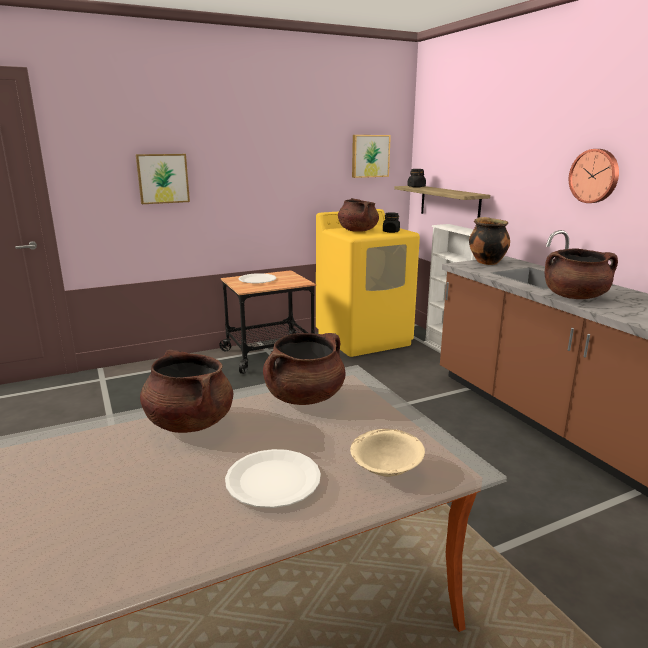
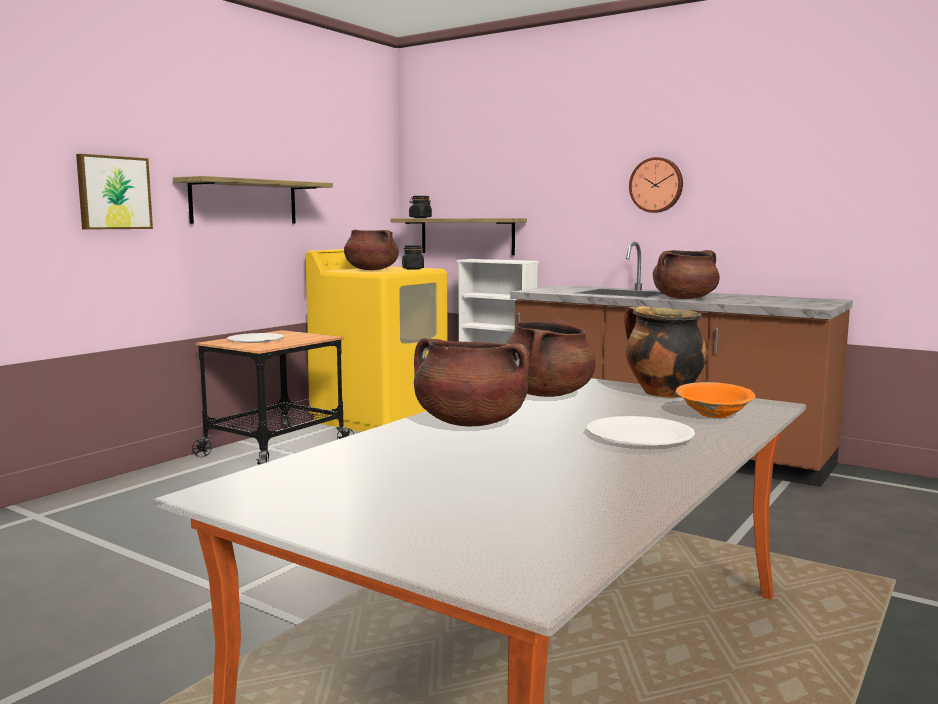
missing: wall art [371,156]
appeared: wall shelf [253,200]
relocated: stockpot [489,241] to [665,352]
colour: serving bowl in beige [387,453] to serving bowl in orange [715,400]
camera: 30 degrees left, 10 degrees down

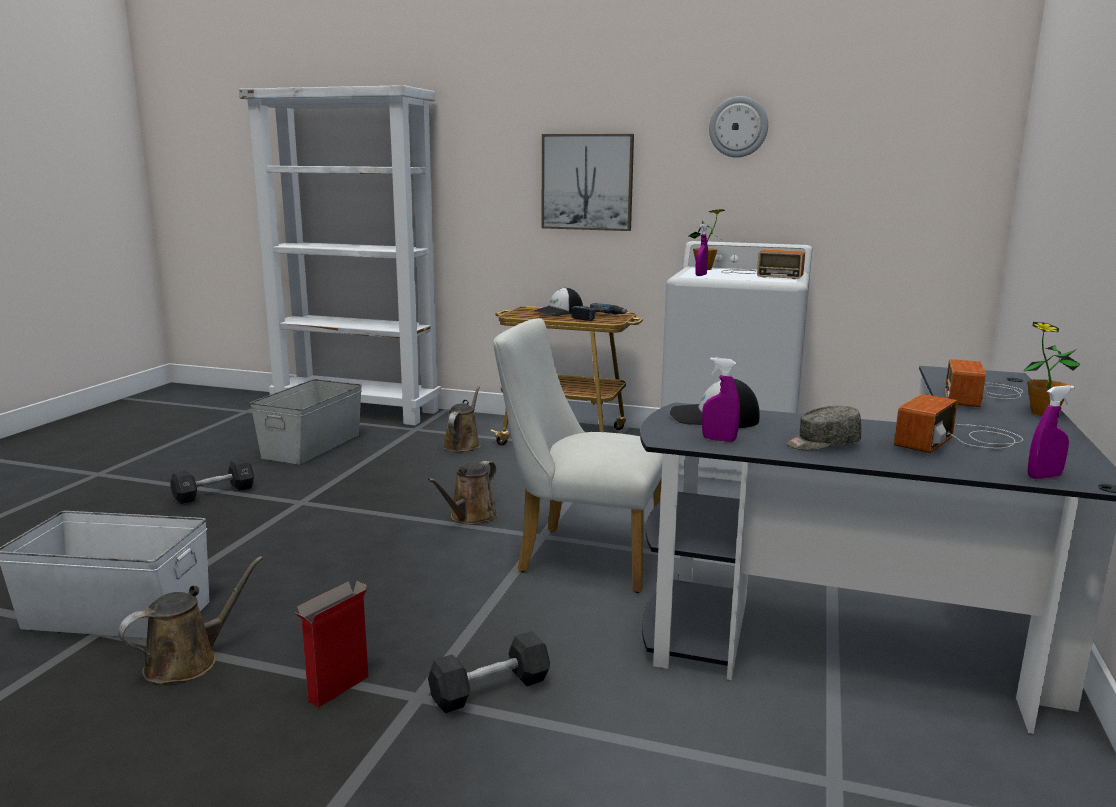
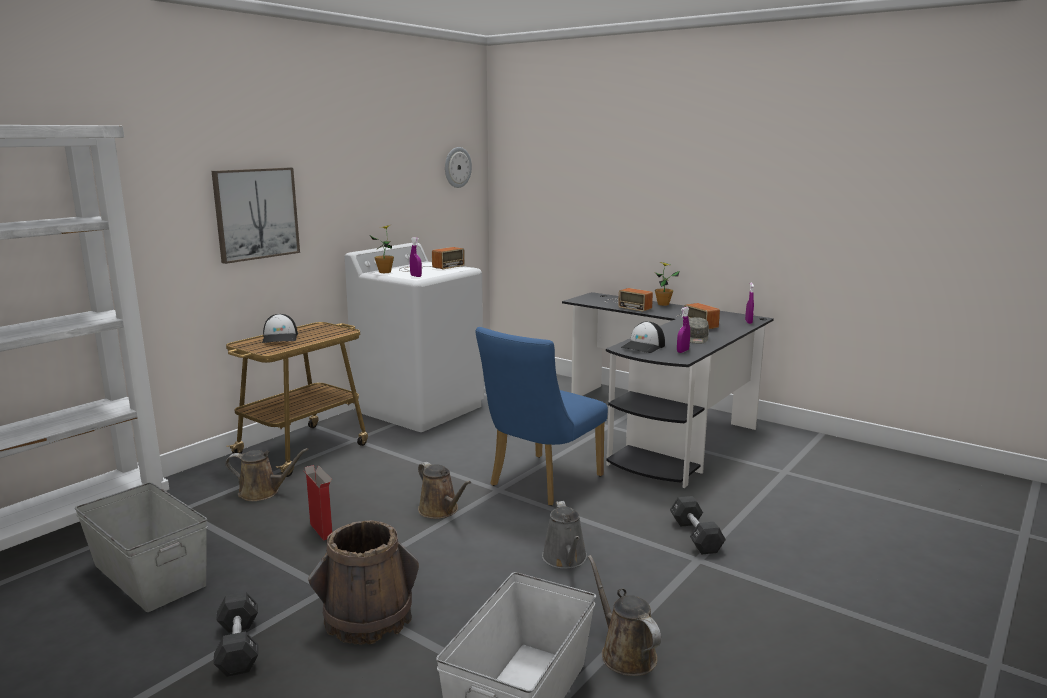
missing: power drill [599,312]
appeared: watering can in greyish [564,535]; water bucket in brownish [363,582]
relocated: wall clock [738,127] to [458,167]; carton [331,644] to [317,503]
colour: plain chair in white-coloured [578,455] to plain chair in blue [541,416]
spun: watering can in brownish [462,419] = [267,474] 150 degrees clockwise
camera: 70 degrees left, 0 degrees up

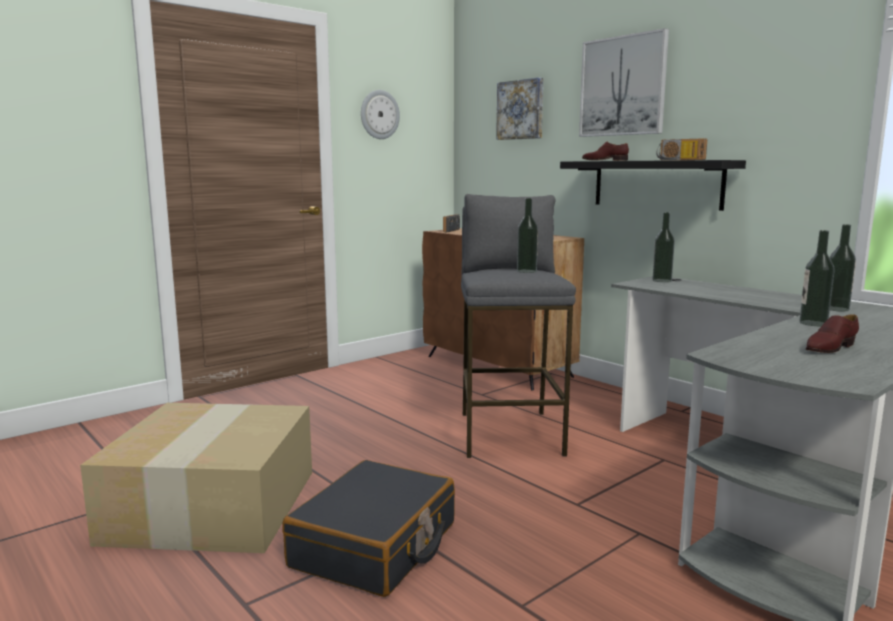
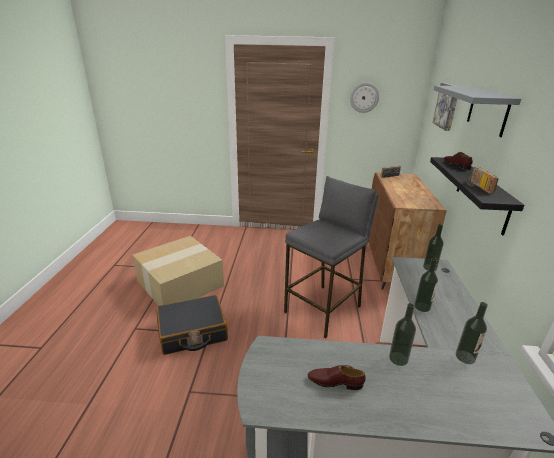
relocated: beverage bottle [527,235] to [426,285]
exchanged: wall art [624,82] to wall shelf in greyish [477,111]
camera: 45 degrees right, 15 degrees up

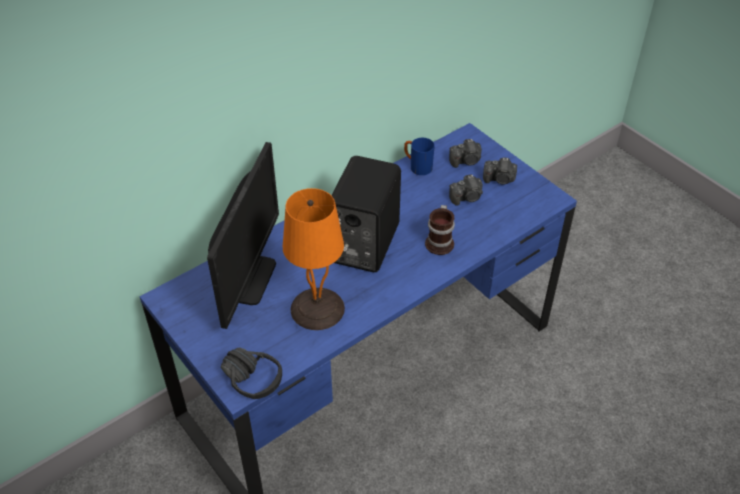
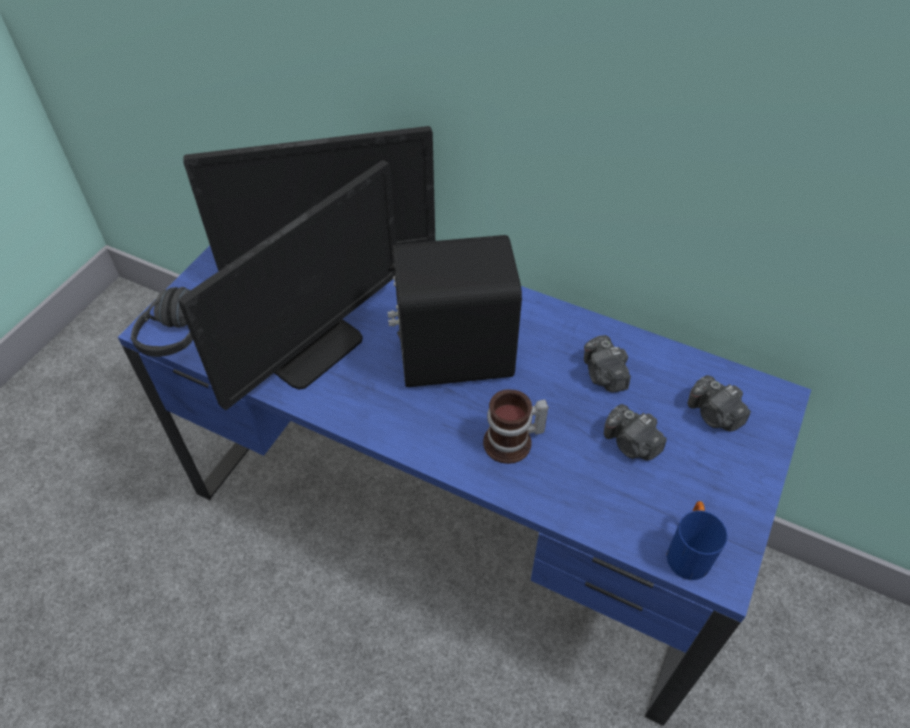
relocated: mug in blue [419,156] to [697,540]; still camera [500,171] to [607,364]
exchanged: lamp for a table in orange [314,259] to computer screen [287,285]
camera: 65 degrees right, 5 degrees up

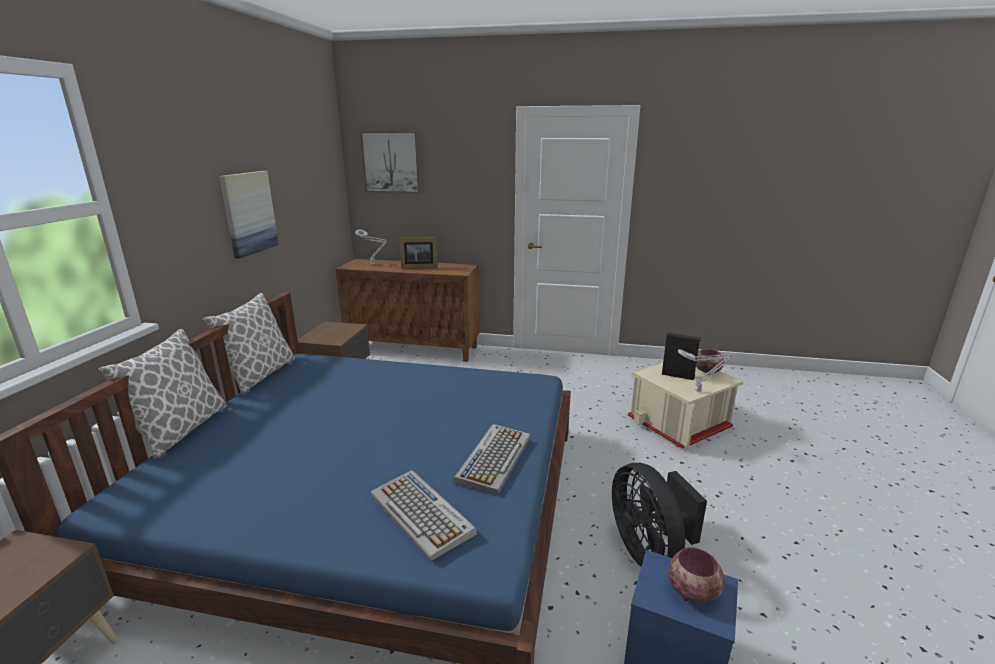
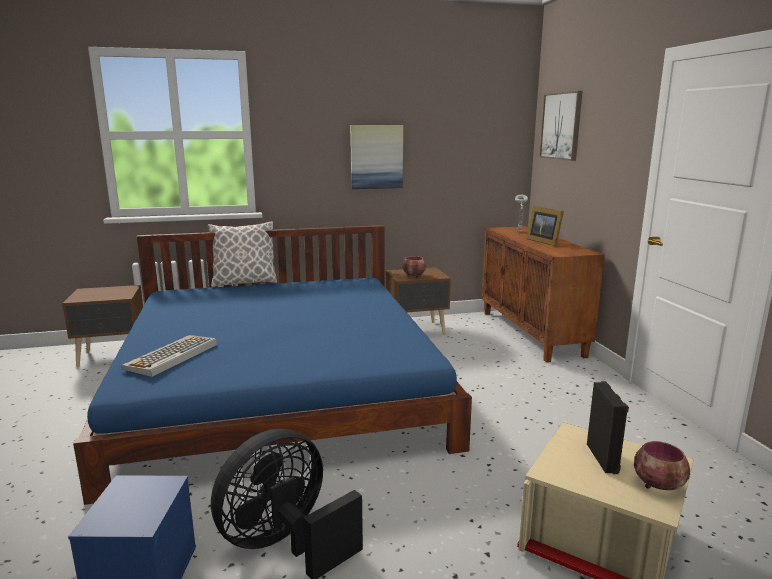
missing: pillow [249,343]; lamp for a table in greyish [705,370]; computer keyboard [492,459]
relocated: serving bowl [696,575] to [414,266]
camera: 65 degrees right, 5 degrees down

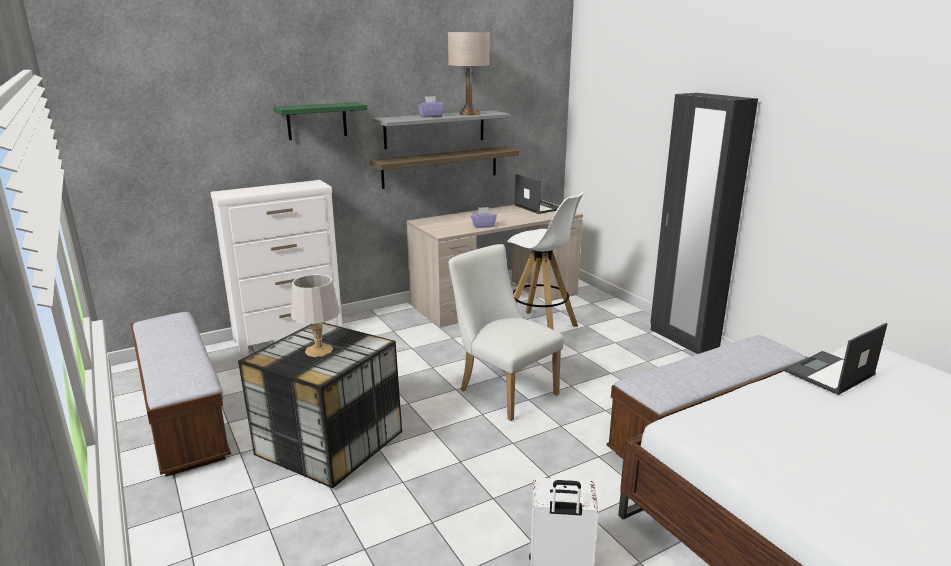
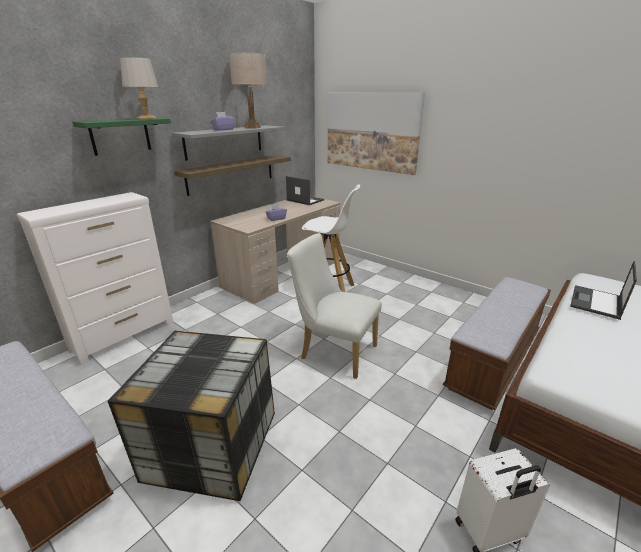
missing: wardrobe in black [704,223]
appeared: wall art [376,134]
relocated: lamp for a table in greyish [315,315] to [139,88]
camera: 20 degrees left, 5 degrees up

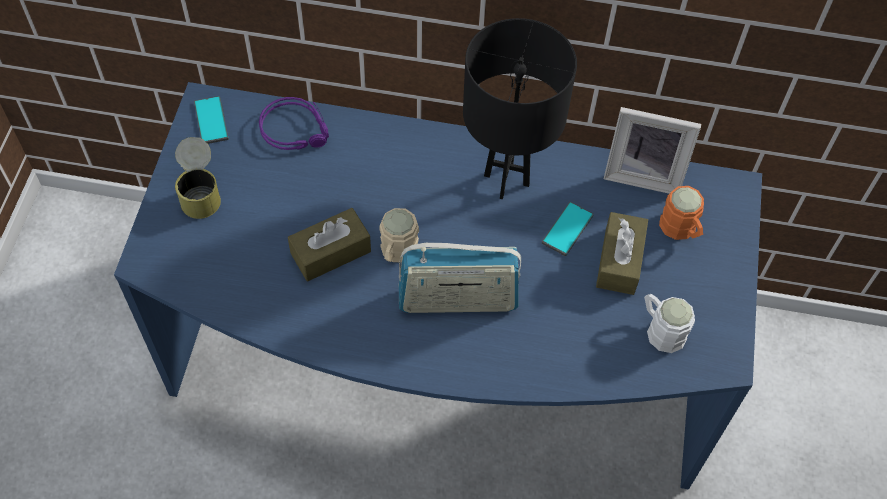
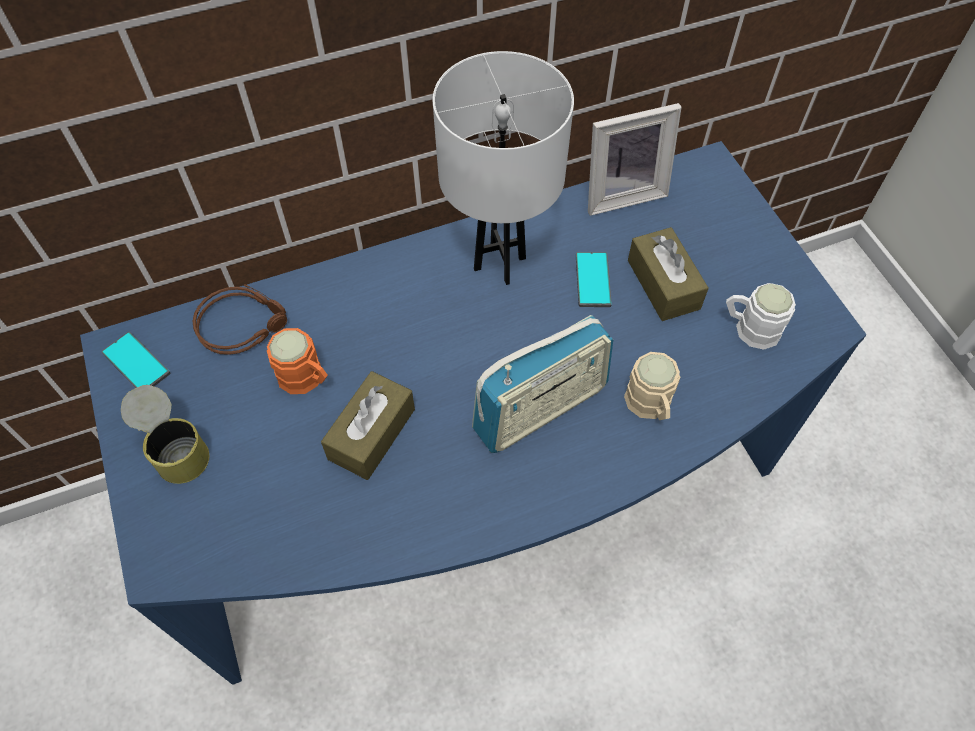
relocated: mug in orange [681,213] to [297,361]; mug in beige [399,235] to [652,386]
colour: lamp for a table in black [520,108] to lamp for a table in white-coloured [503,168]; pair of headphones in purplish [294,123] to pair of headphones in brownish [240,319]
camera: 30 degrees left, 0 degrees up

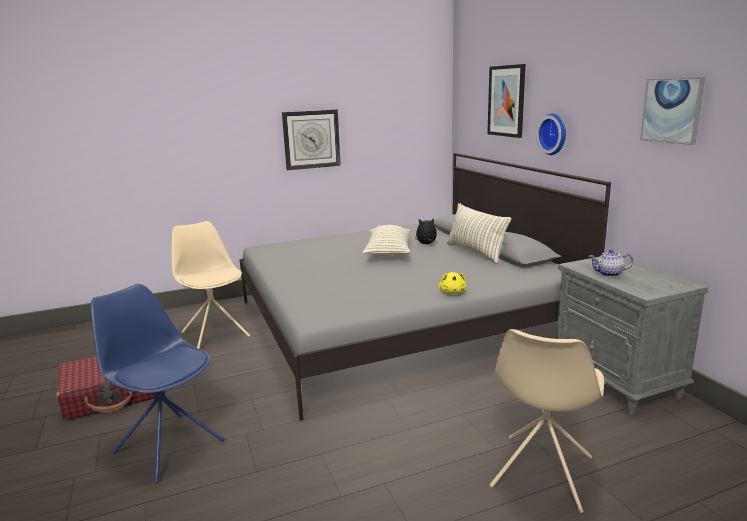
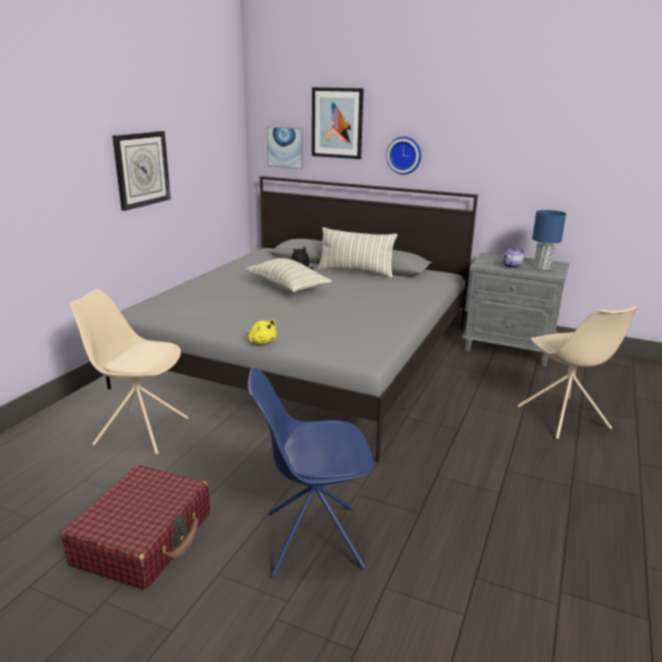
appeared: lamp for a table in blue [549,240]
relocated: wall art [672,111] to [285,147]; plush toy in yellow-coloured [452,283] to [261,331]
camera: 45 degrees left, 5 degrees up

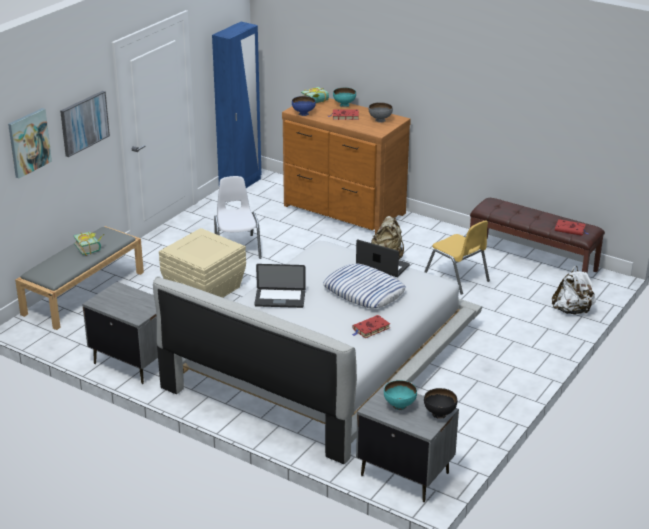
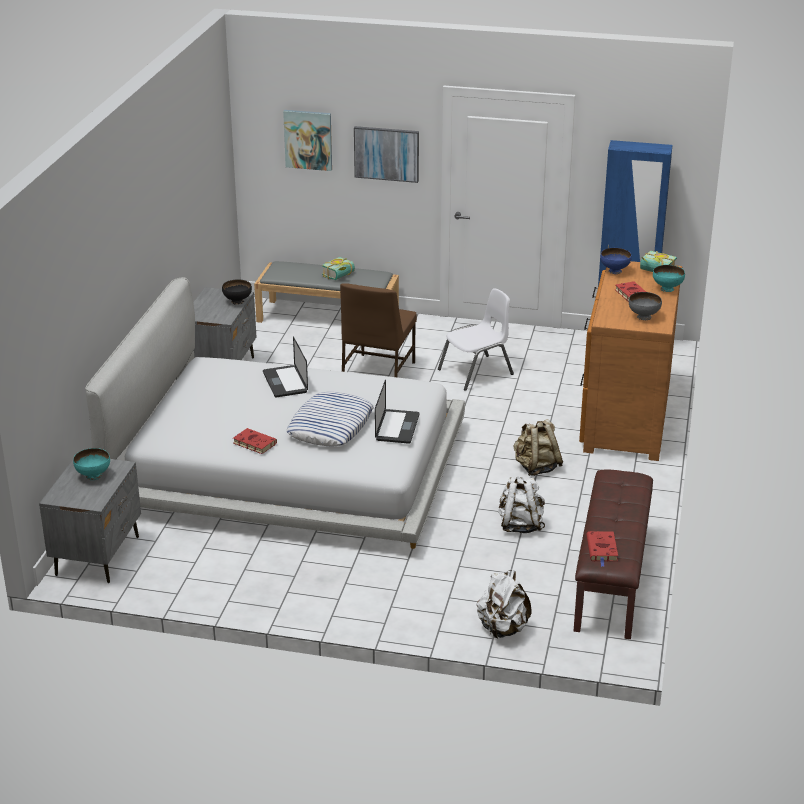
relocated: serving bowl in black [440,403] to [237,292]
exchanged: plain chair in yellow-coloured [457,257] to rucksack in white-coloured [521,504]; storage bin in beige [202,263] to plain chair in brownish [378,330]
camera: 70 degrees right, 0 degrees up

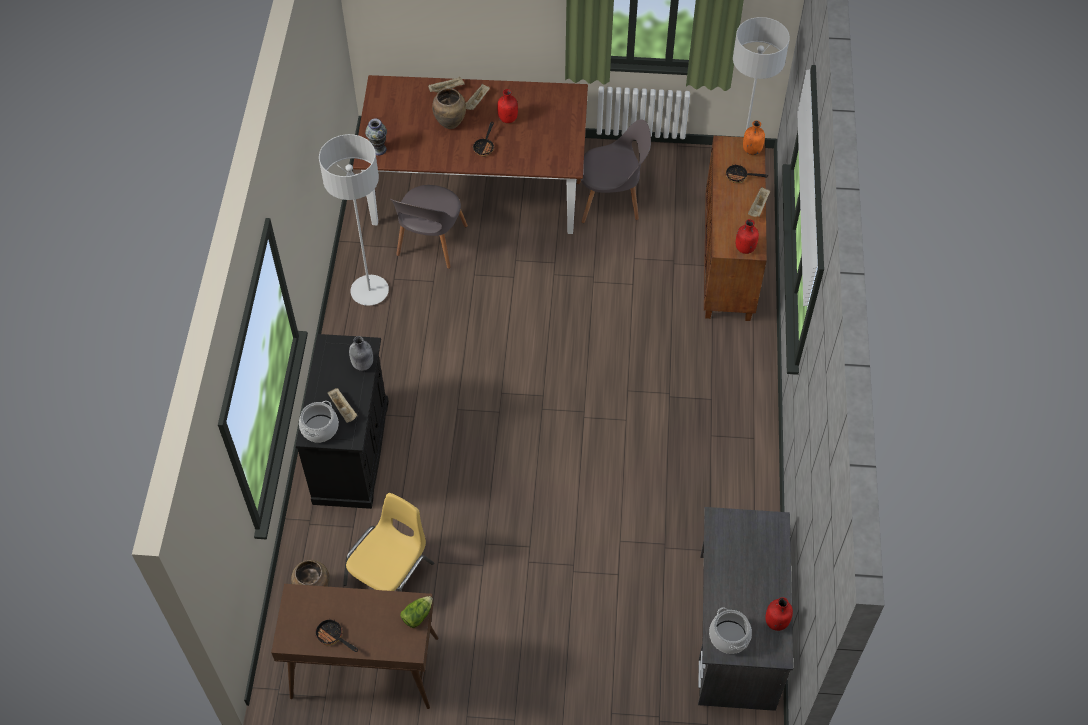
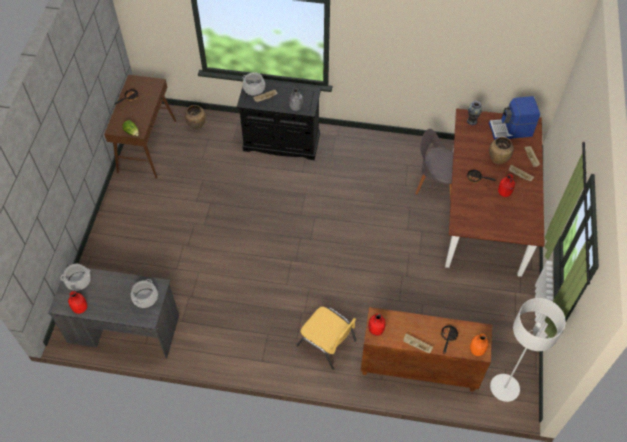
missing: plain chair in greyish [614,171]; standard lamp in greyish [354,220]
appeared: coffee maker [514,118]; stockpot [144,293]
relocated: plain chair in yellow-coloured [388,542] to [326,338]
camera: 95 degrees right, 0 degrees up

